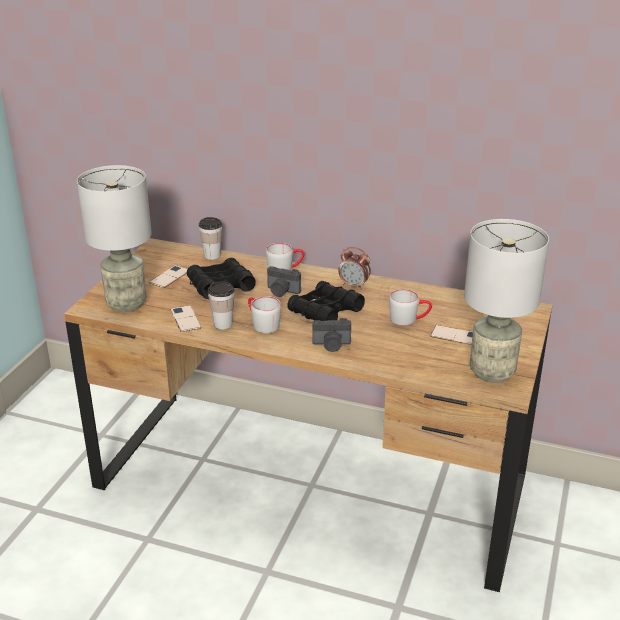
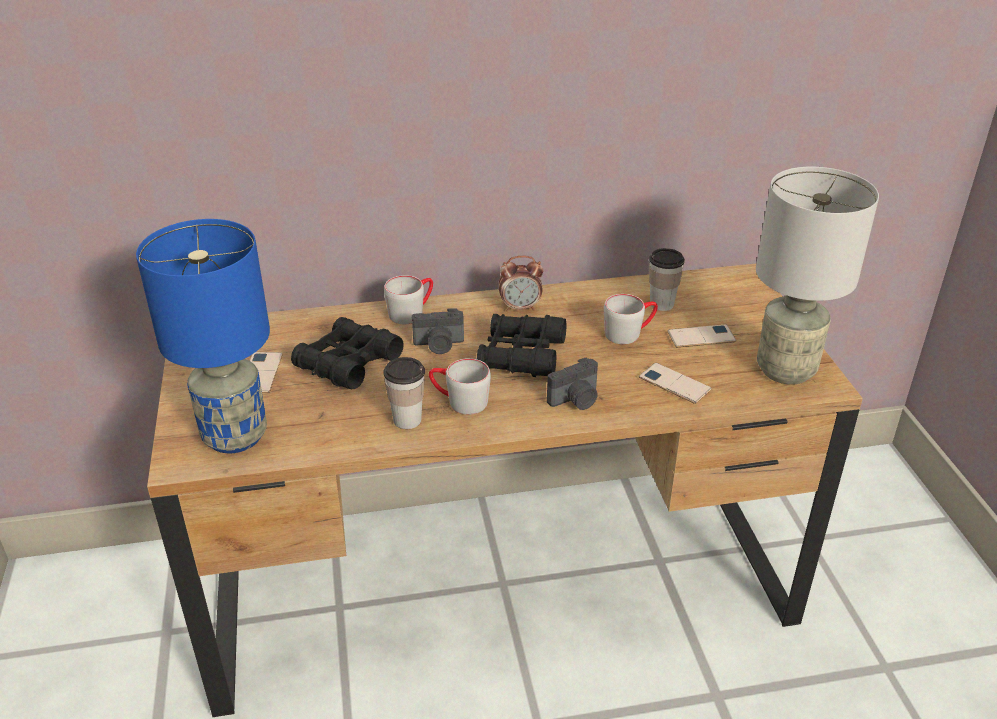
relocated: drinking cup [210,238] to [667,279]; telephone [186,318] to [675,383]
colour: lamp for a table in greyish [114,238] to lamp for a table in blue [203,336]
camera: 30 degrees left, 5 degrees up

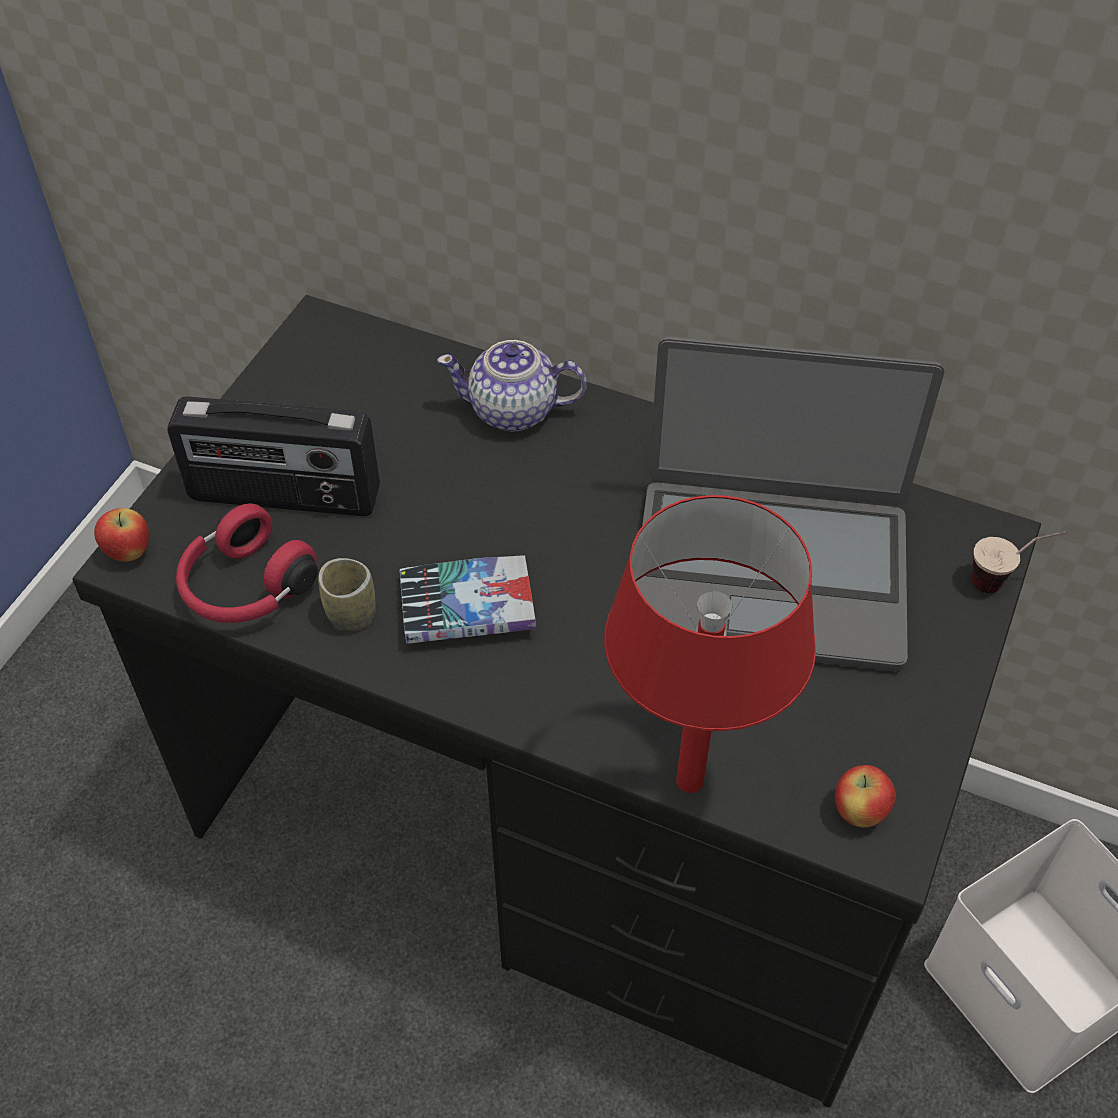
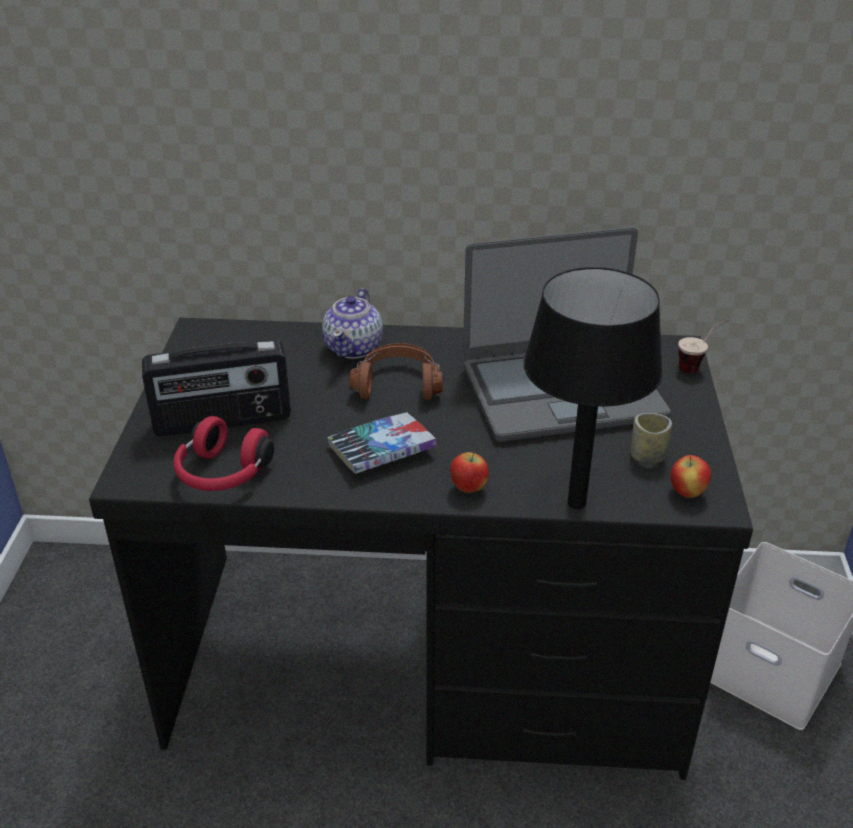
appeared: pair of headphones in brownish [396,371]
relocated: apple [121,534] to [469,472]; drinking cup [346,594] to [651,438]
colour: lamp for a table in reddish [710,644] to lamp for a table in black [593,388]
spun: teapot [512,385] = [352,323] 60 degrees counterclockwise
camera: 20 degrees left, 15 degrees down

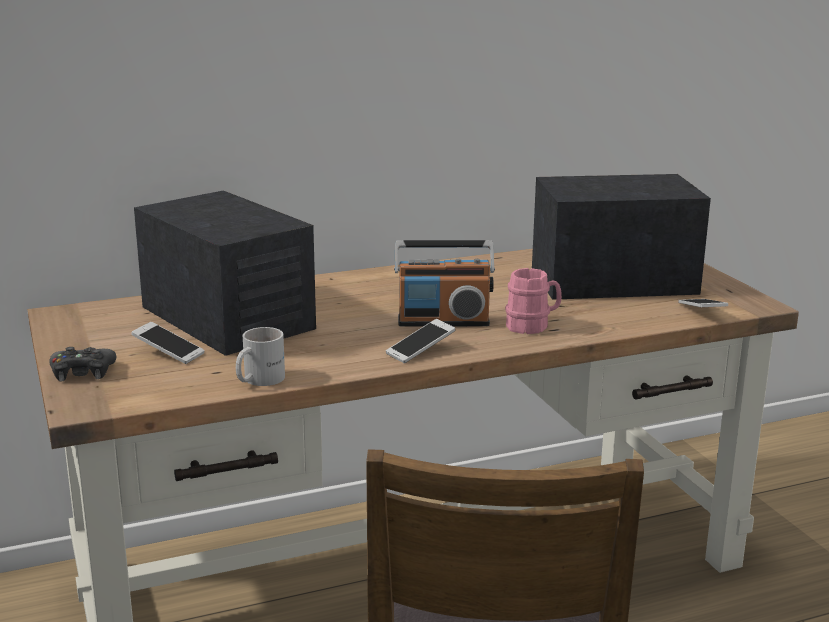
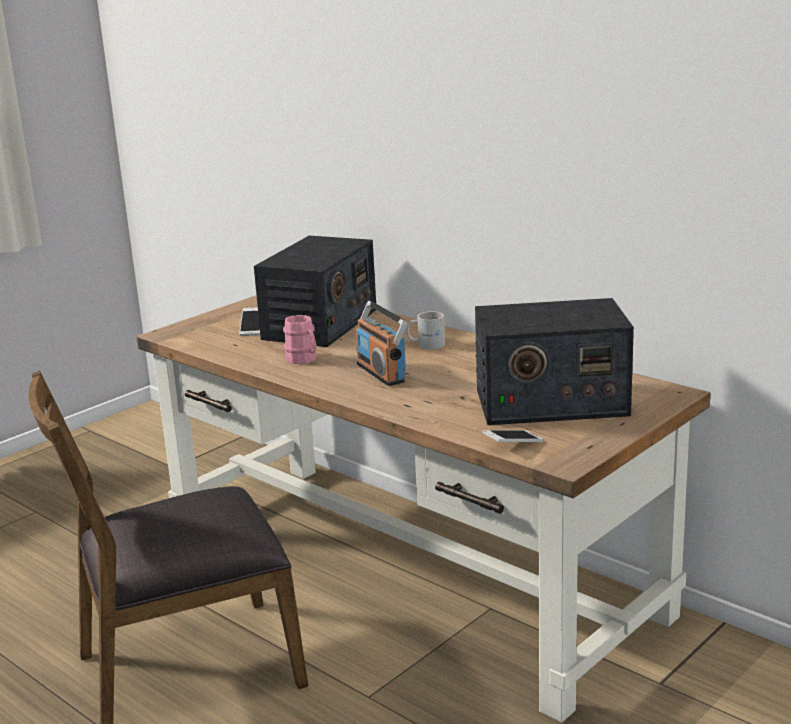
missing: telephone [421,341]; joypad in black [82,364]
relocated: mug in pinkish [533,301] to [300,339]; mug in white-coloured [260,356] to [426,330]
spun: radio receiver [621,237] = [554,361] 120 degrees clockwise
camera: 65 degrees right, 0 degrees up

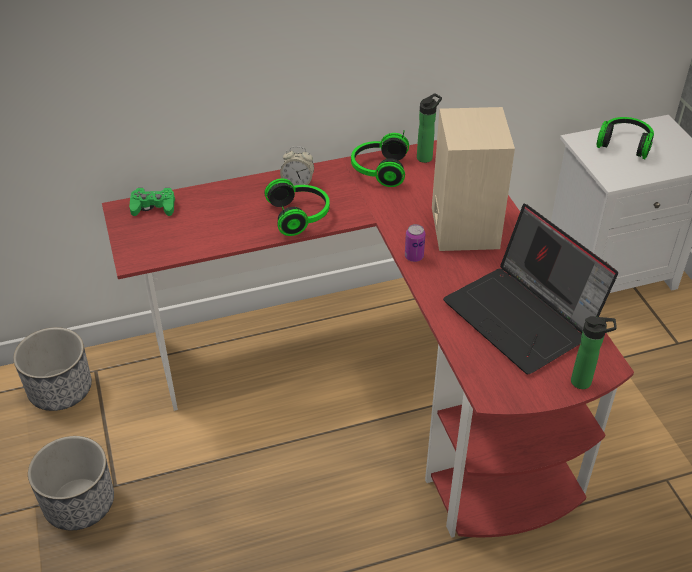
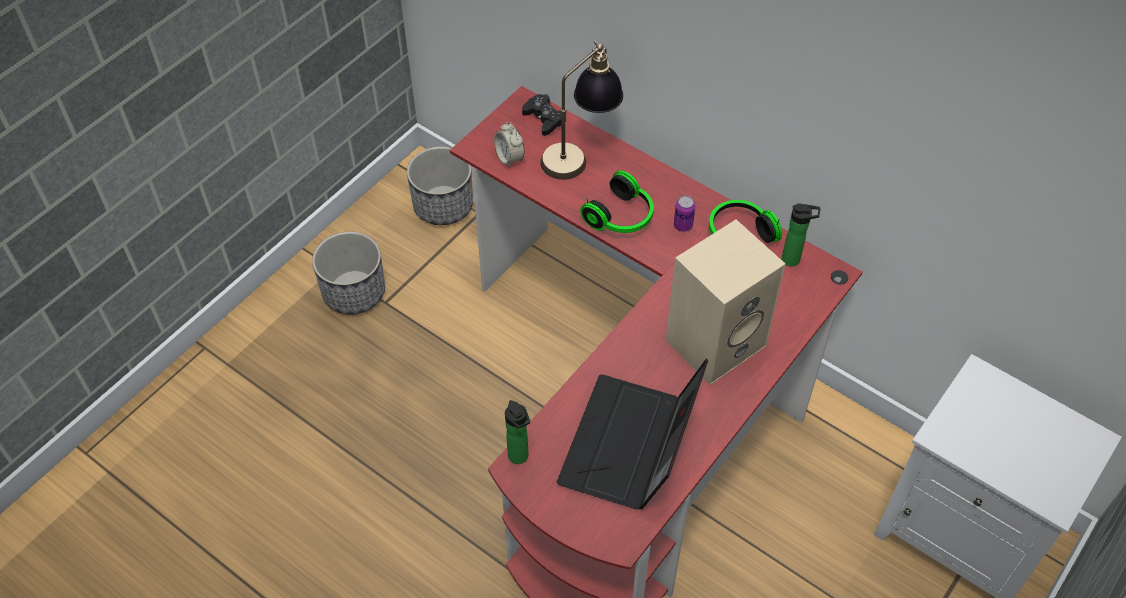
missing: pair of headphones [625,138]
appeared: lamp for a table [581,110]
relocated: bedside clock [297,166] to [509,145]; sealed can [415,243] to [685,214]; beverage bottle [594,352] to [517,432]
colour: joypad in green [152,202] to joypad in black [544,115]
camera: 55 degrees right, 10 degrees up

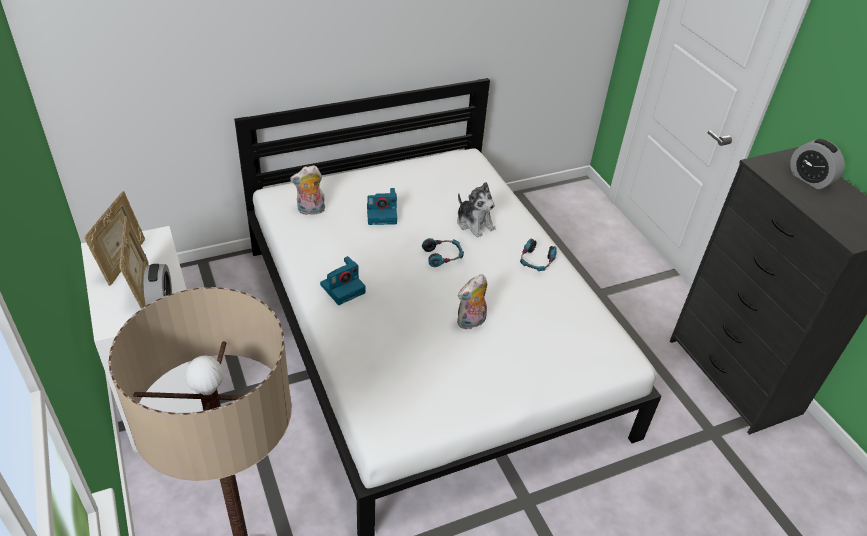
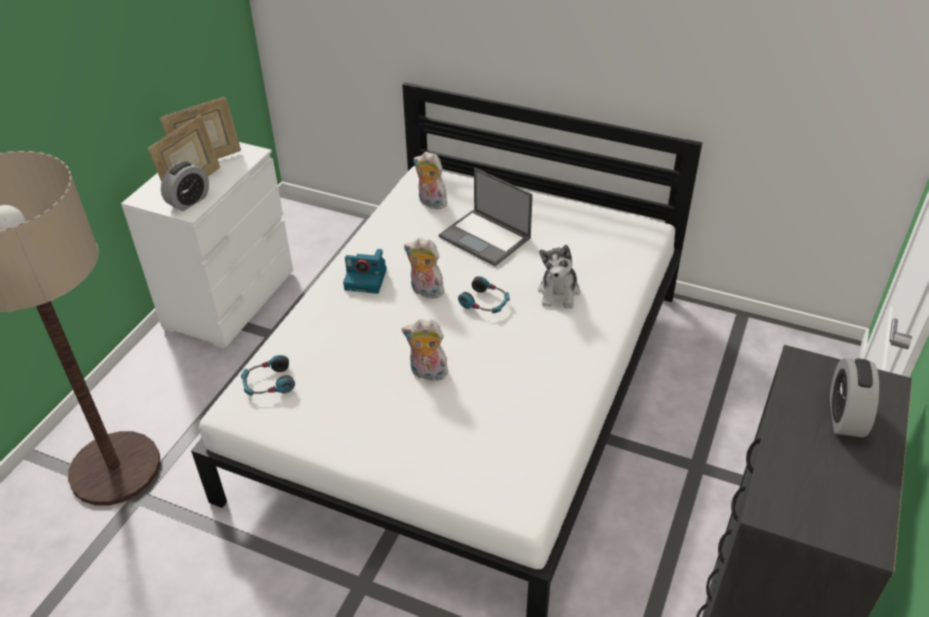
appeared: plush toy [425,268]
relocated: pair of headphones [538,255] to [268,375]
exchanged: still camera [382,206] to laptop [486,217]
camera: 50 degrees right, 0 degrees up

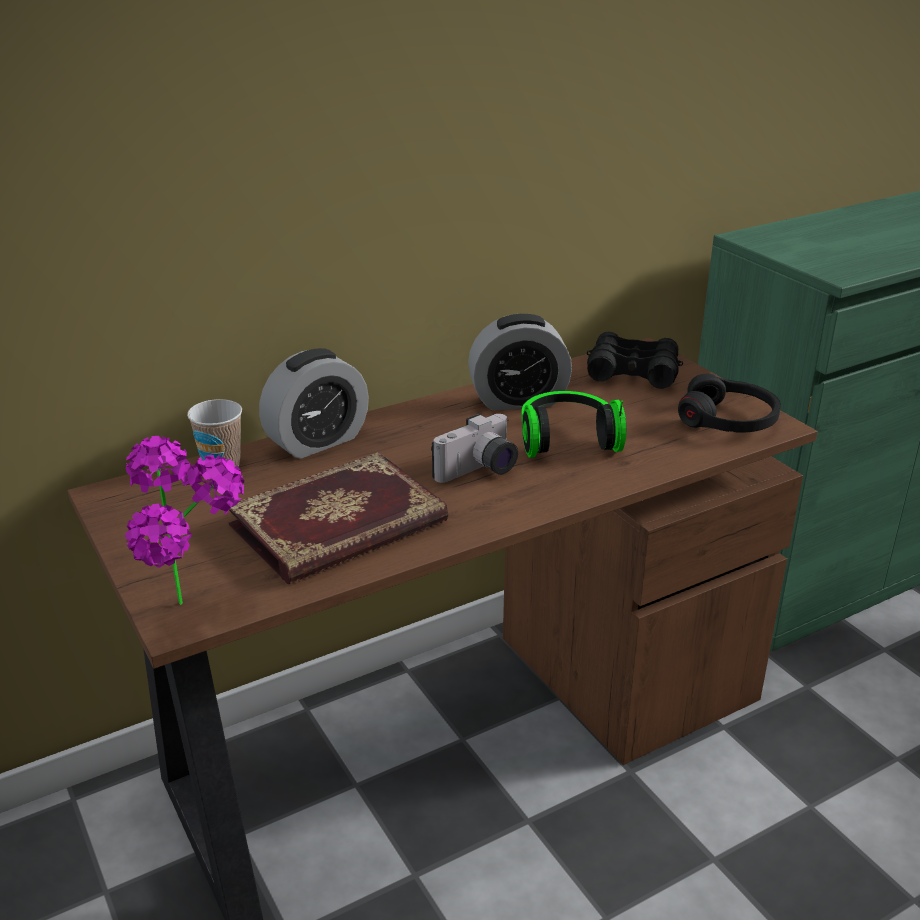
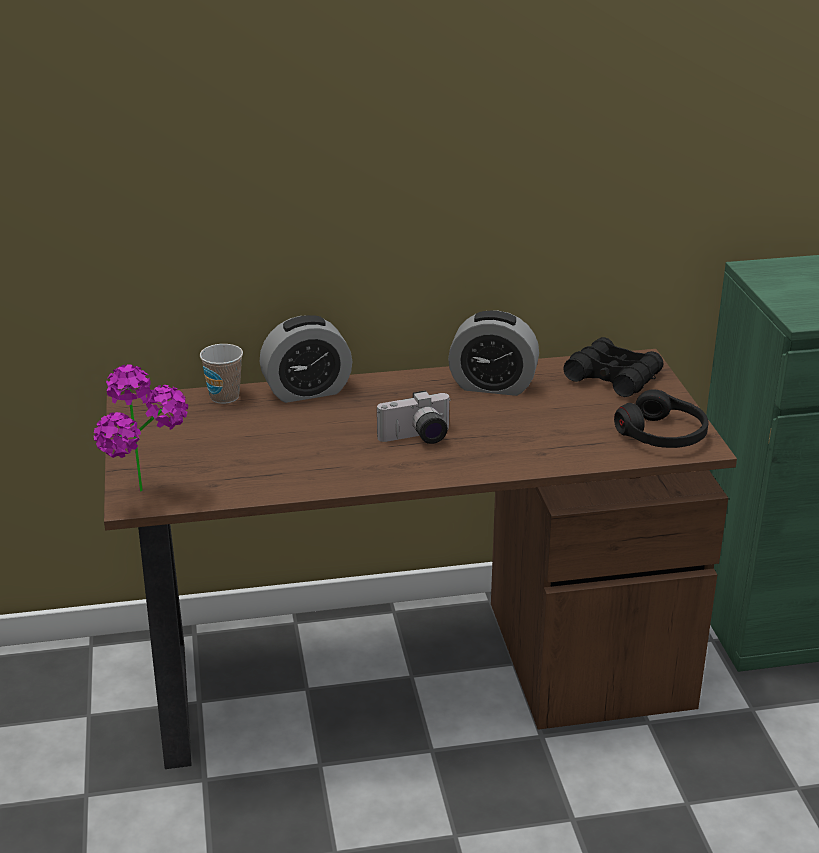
missing: pair of headphones [573,424]; volume [338,518]
camera: 20 degrees right, 0 degrees up

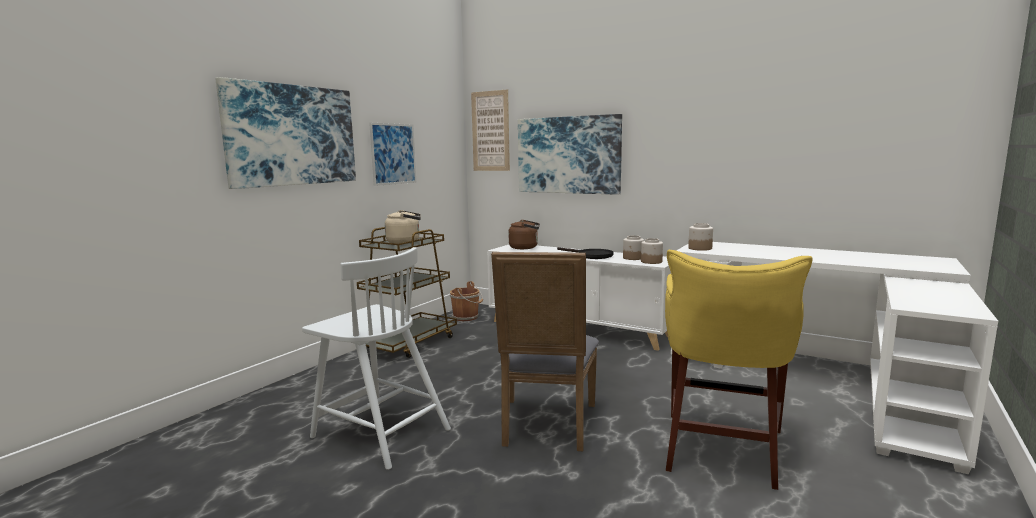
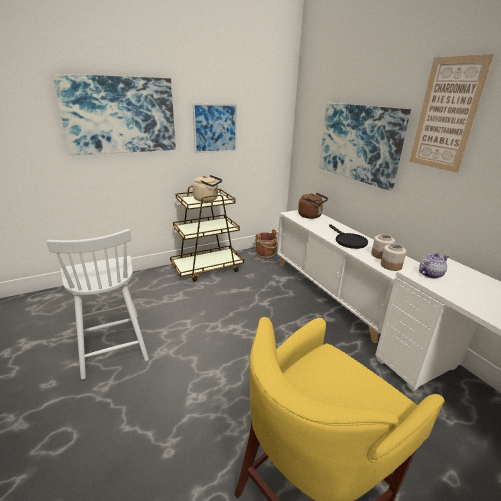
missing: plain chair in greyish [545,351]
relocated: wall art [490,130] to [452,113]
exchanged: storage jar [700,237] to teapot [434,266]
camera: 30 degrees right, 15 degrees up

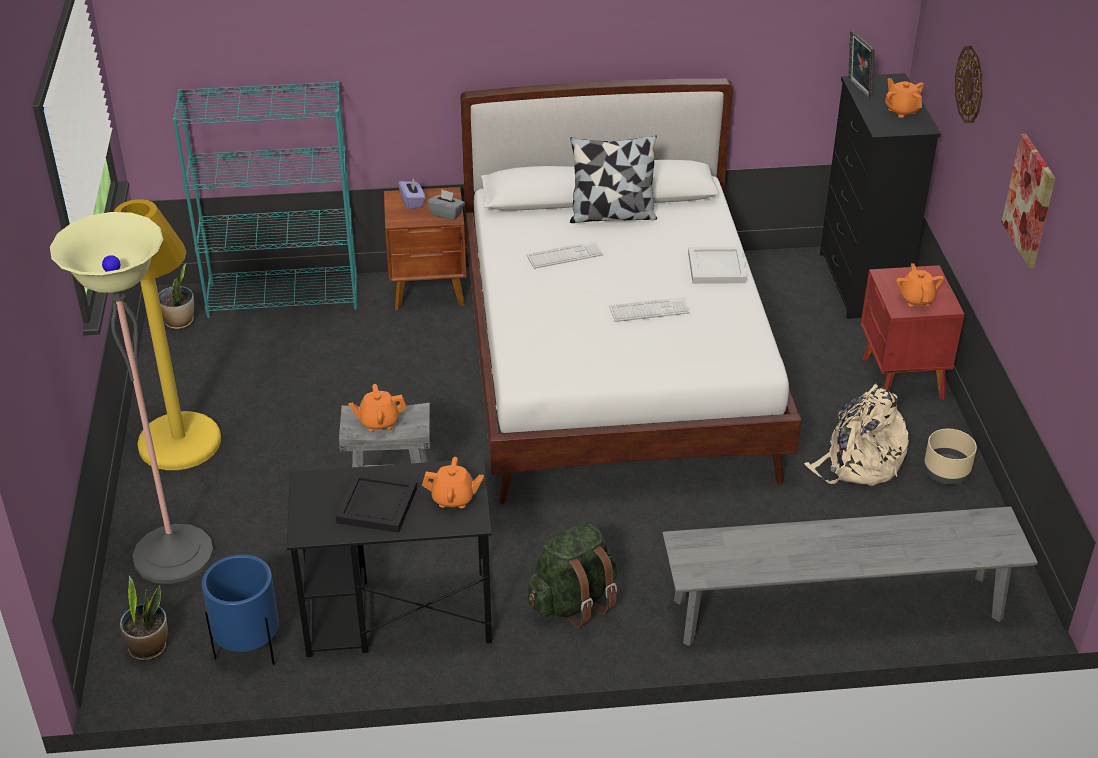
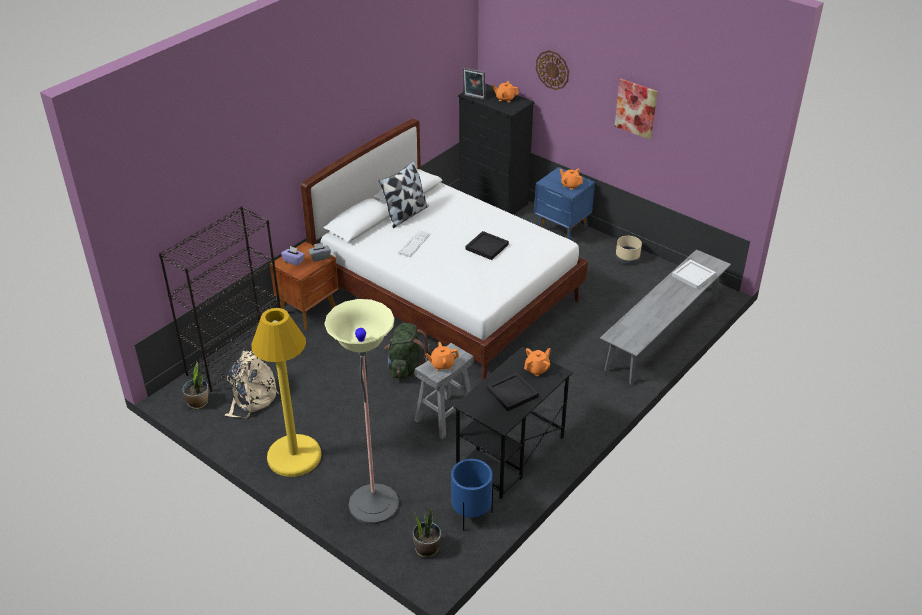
relocated: serving tray in white-coloured [717,265] to [694,274]; rucksack in beige [856,435] to [252,384]; rucksack in green [572,576] to [407,351]
exchanged: computer keyboard [650,309] to serving tray in black [487,245]
colour: shelving unit in turquoise [264,199] to shelving unit in black [220,299]; bedside table in reddish [913,332] to bedside table in blue [564,203]
spun: teapot in orange [377,407] = [442,356] 45 degrees clockwise
camera: 45 degrees left, 0 degrees up

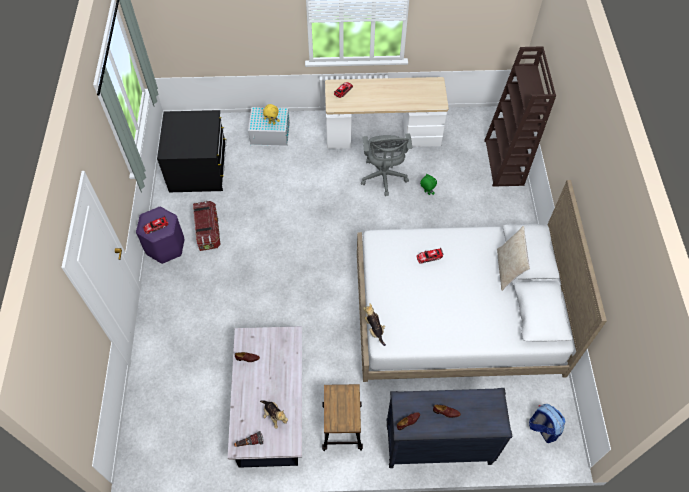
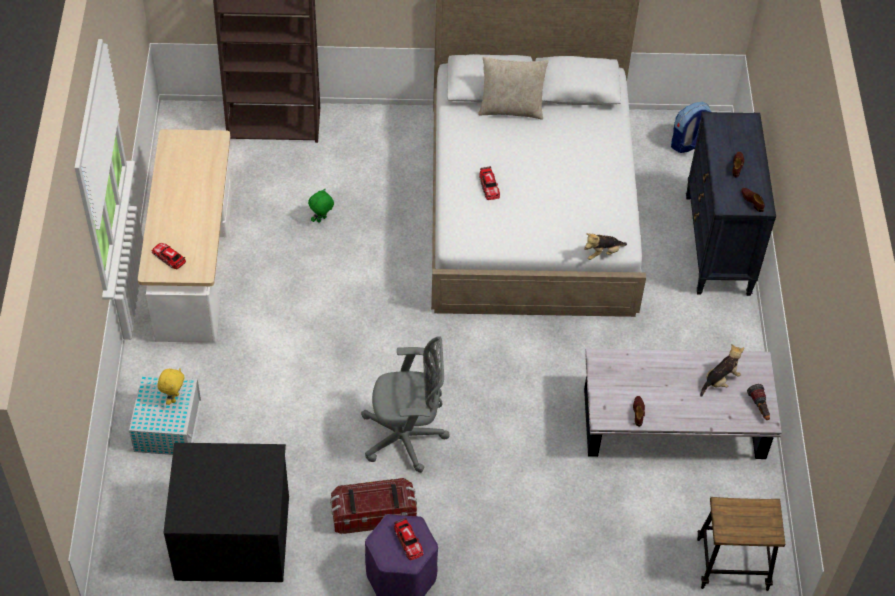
relocated: office chair in greyish [386,164] to [405,404]; stool seat [342,417] to [741,544]
camera: 90 degrees left, 5 degrees down

